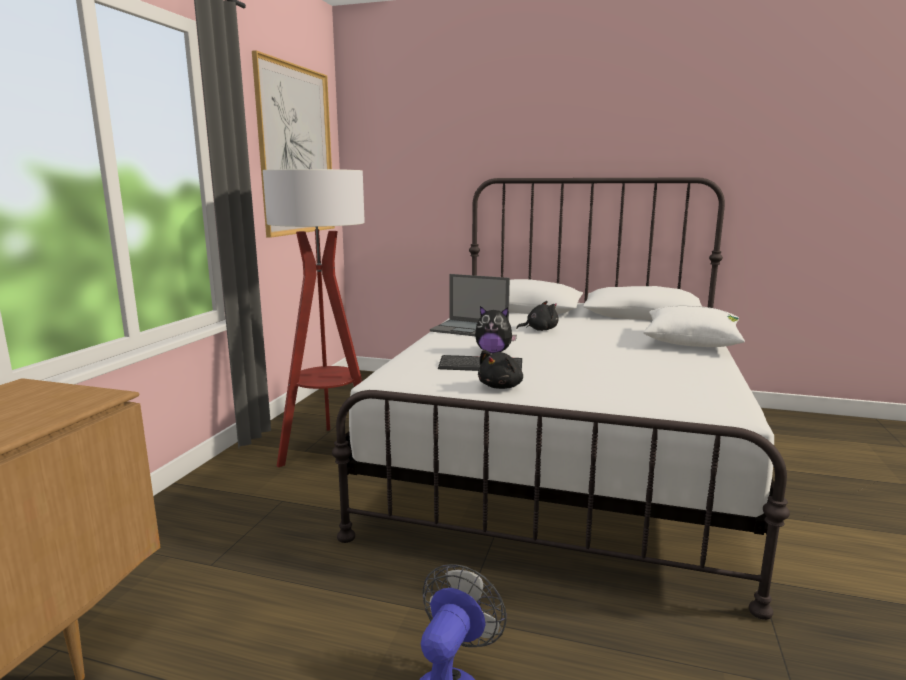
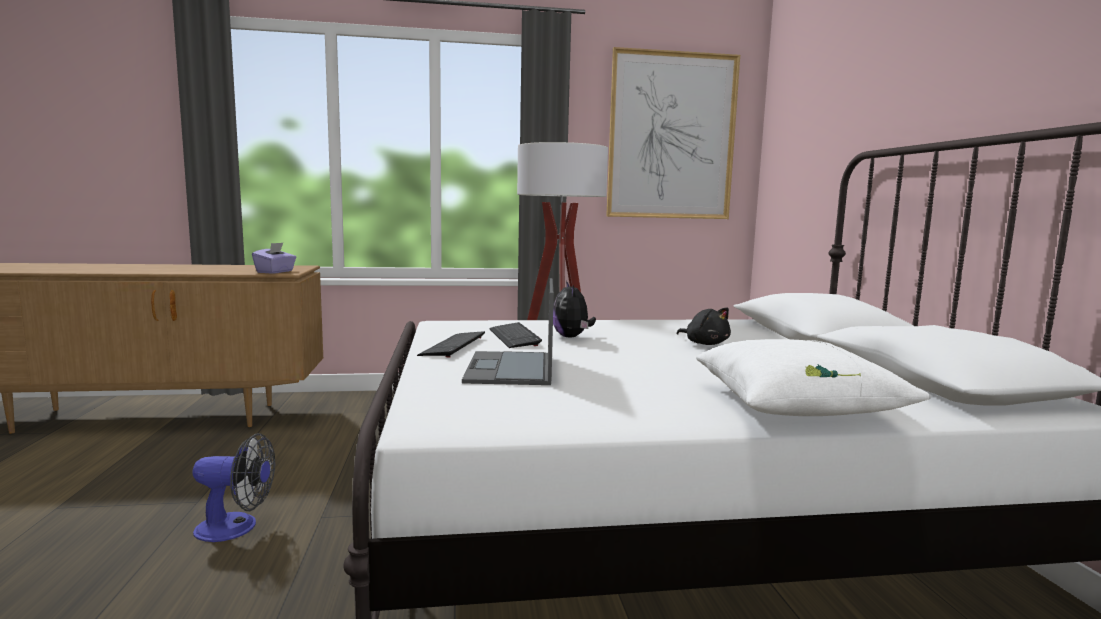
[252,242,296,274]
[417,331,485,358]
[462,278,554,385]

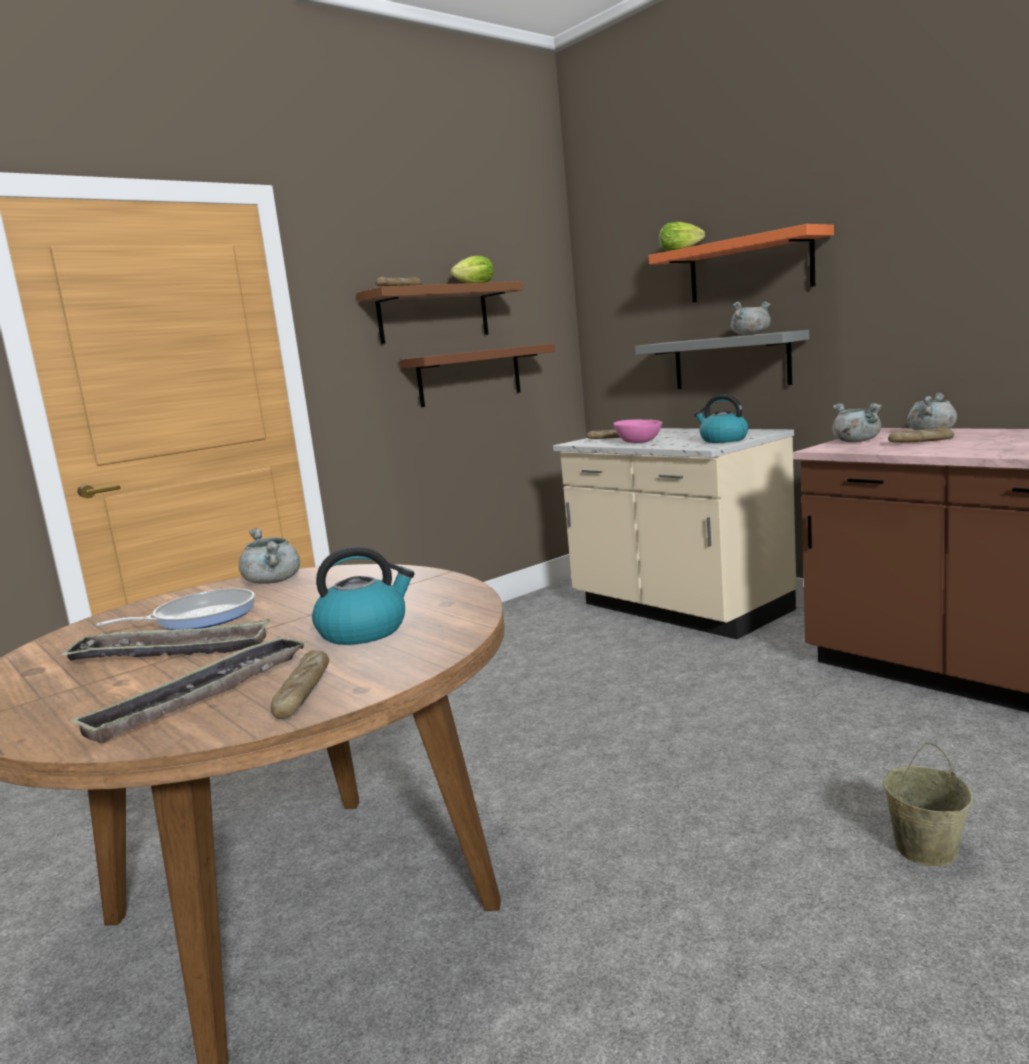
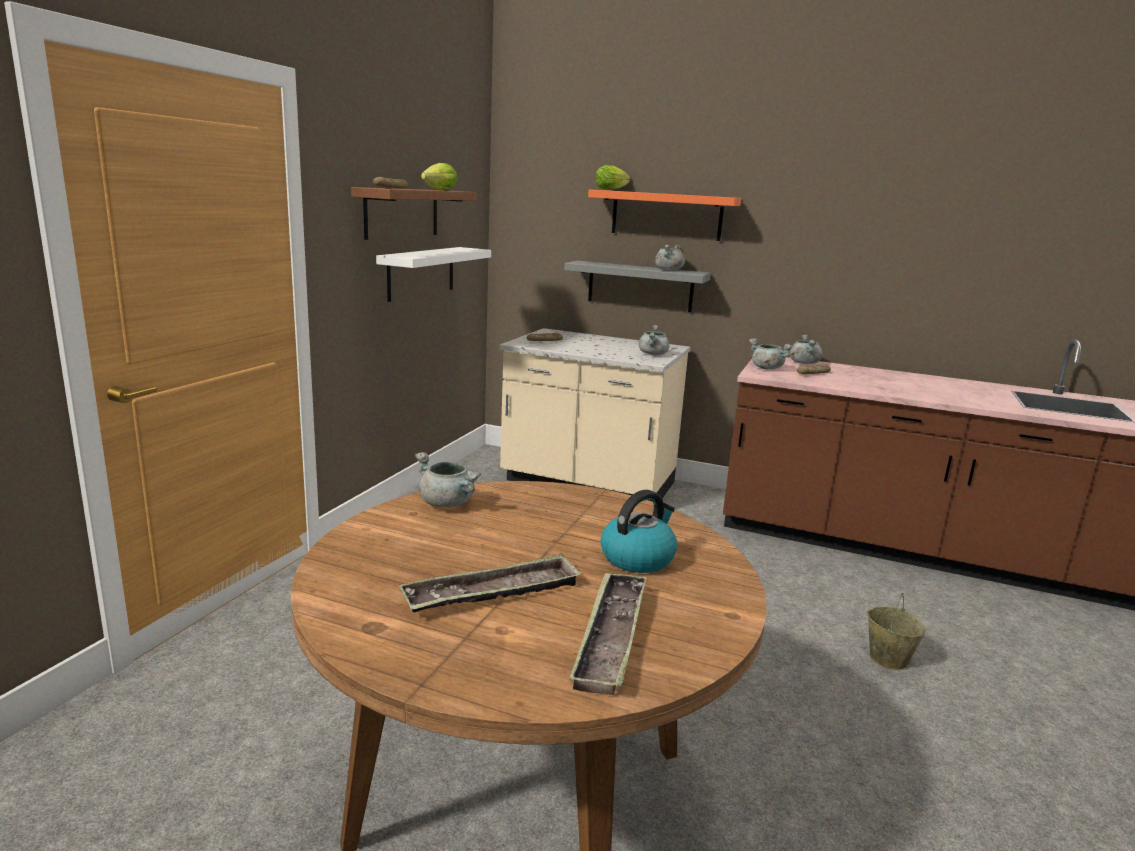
[376,247,491,302]
[639,325,670,355]
[96,588,255,630] (first image)
[271,650,329,719] (first image)
[613,419,662,443] (first image)

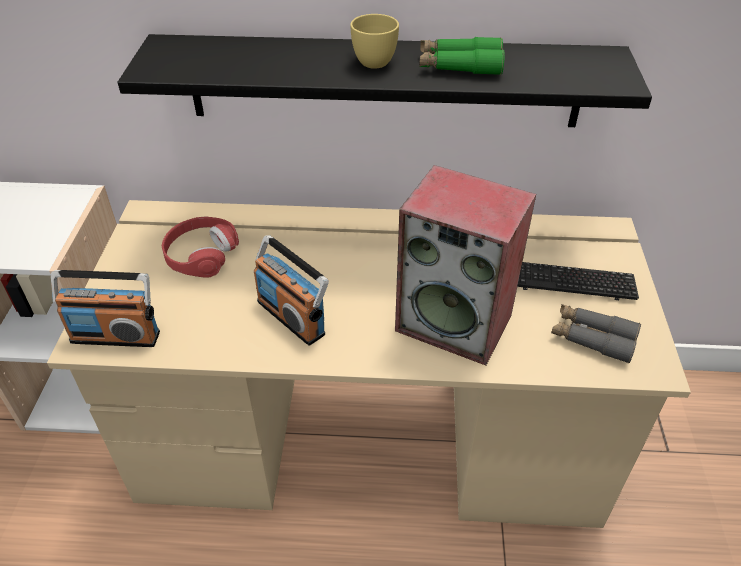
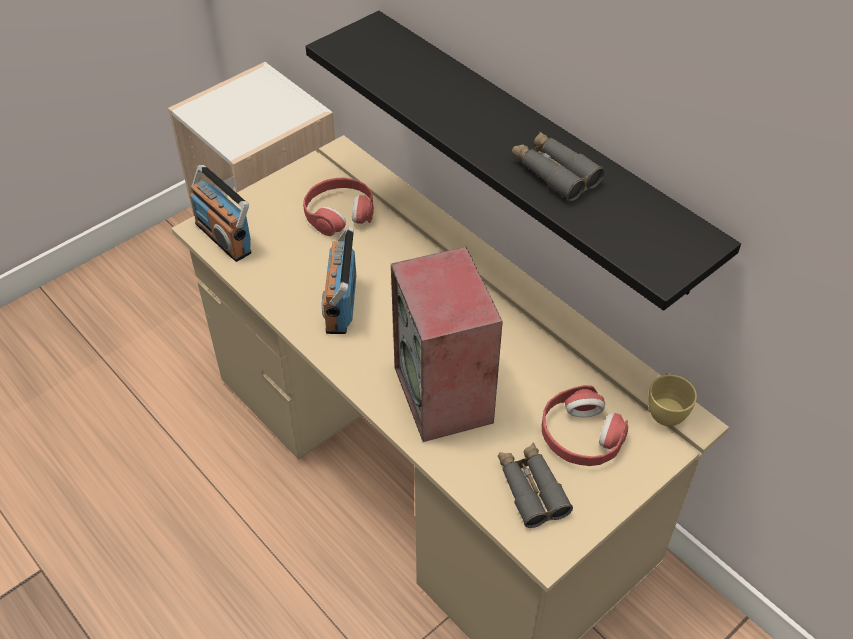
[512,132,604,201]
[542,385,628,466]
[648,372,697,426]

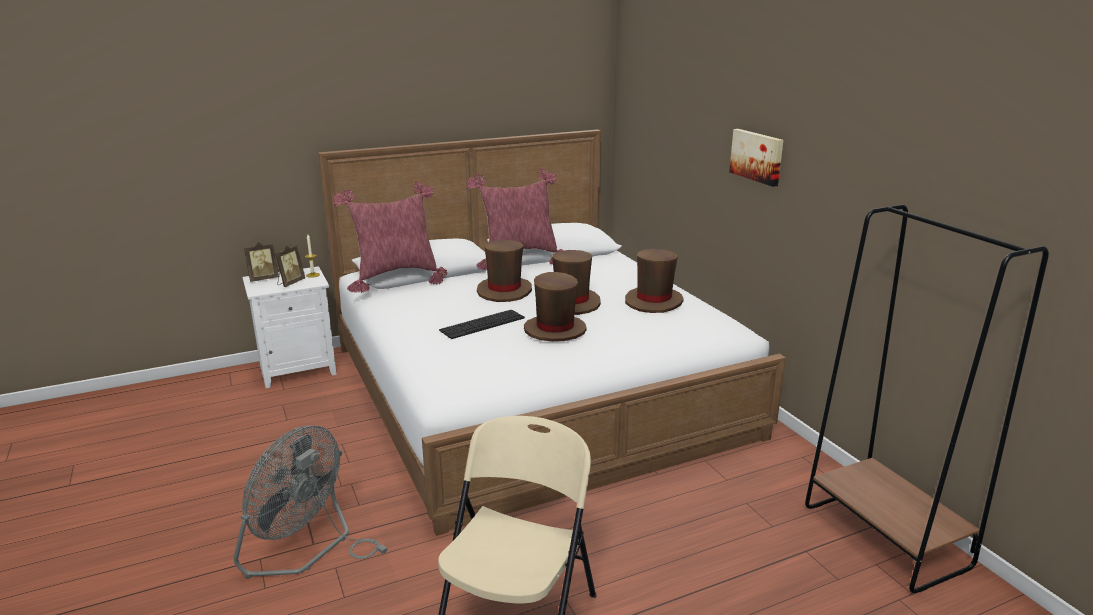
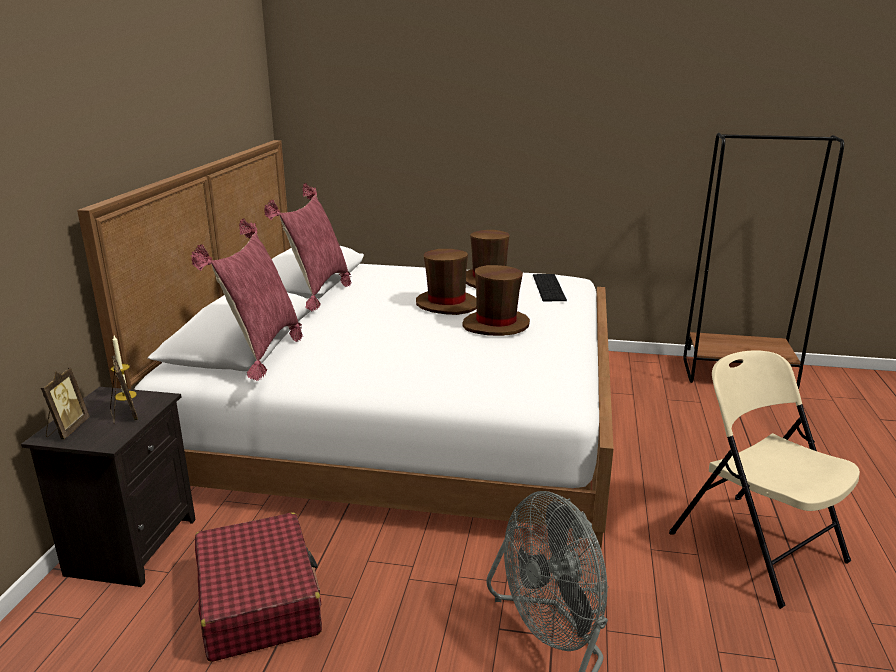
[21,387,196,587]
[195,512,322,662]
[533,274,567,301]
[477,240,532,302] (first image)
[729,129,783,187] (first image)

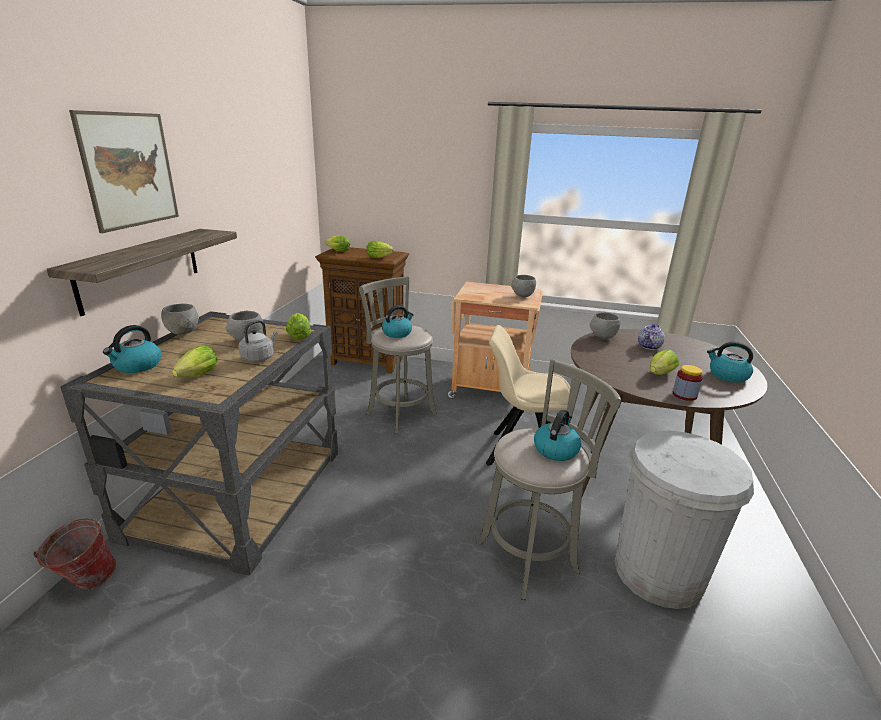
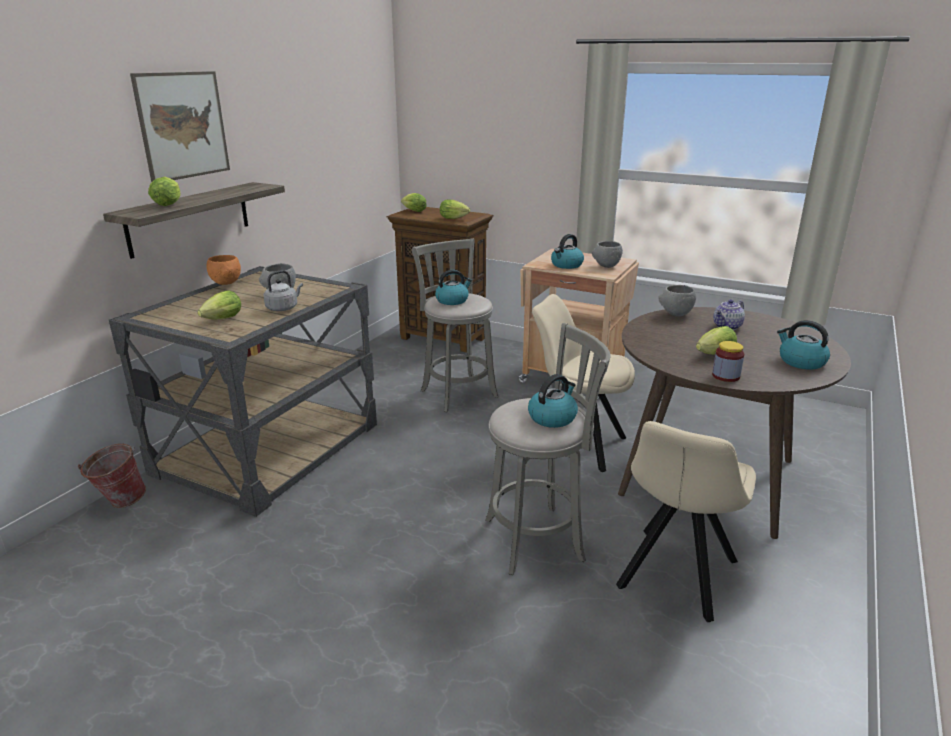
[148,177,181,206]
[206,255,241,285]
[551,234,584,269]
[616,421,756,622]

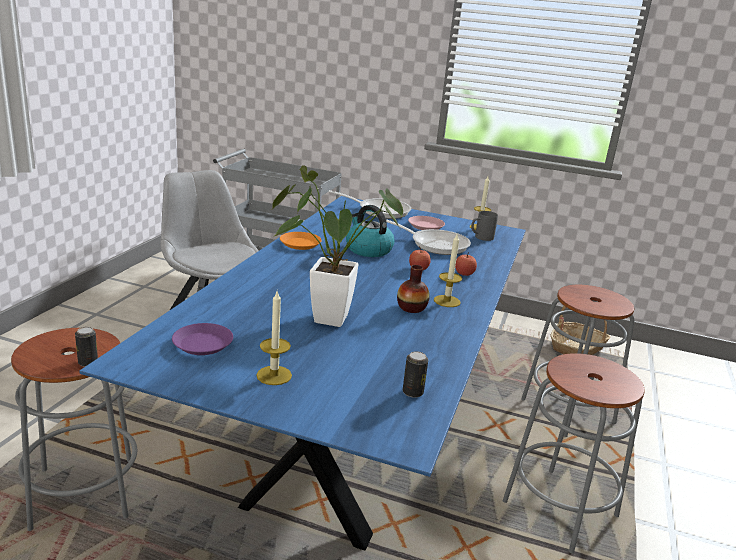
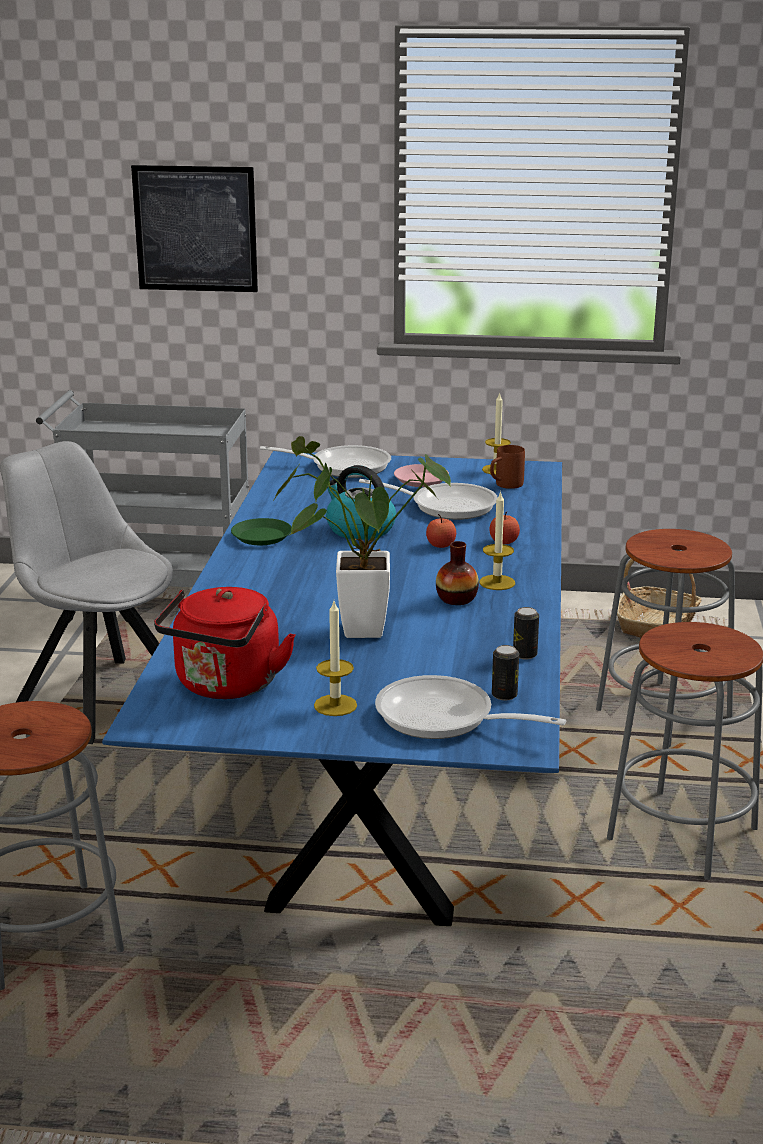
[131,165,258,292]
[154,587,295,699]
[231,518,292,545]
[375,675,566,739]
[490,445,525,489]
[513,607,539,659]

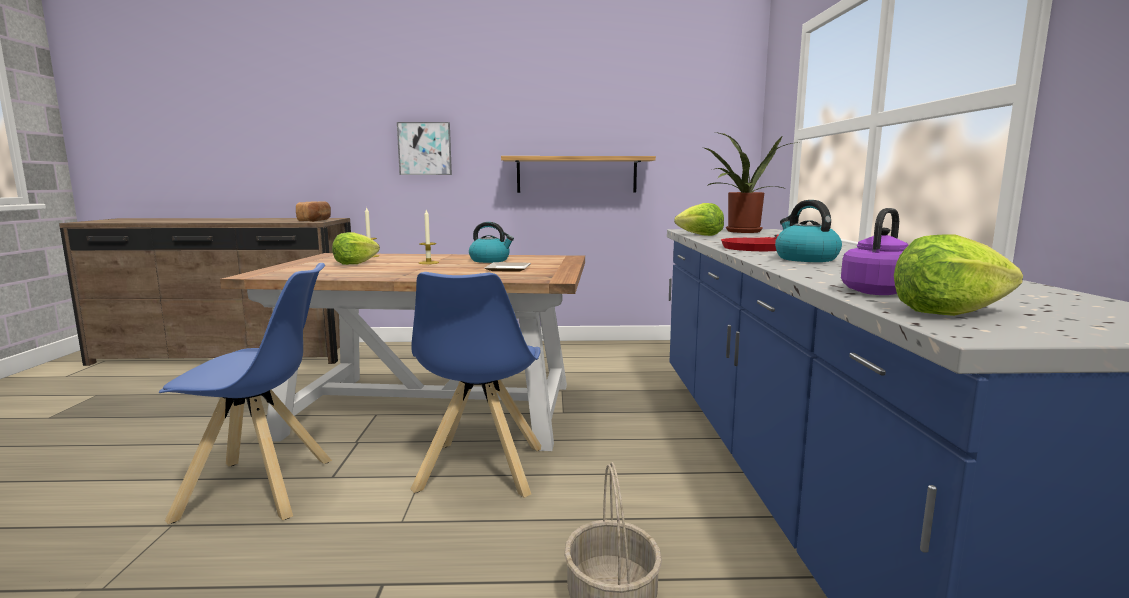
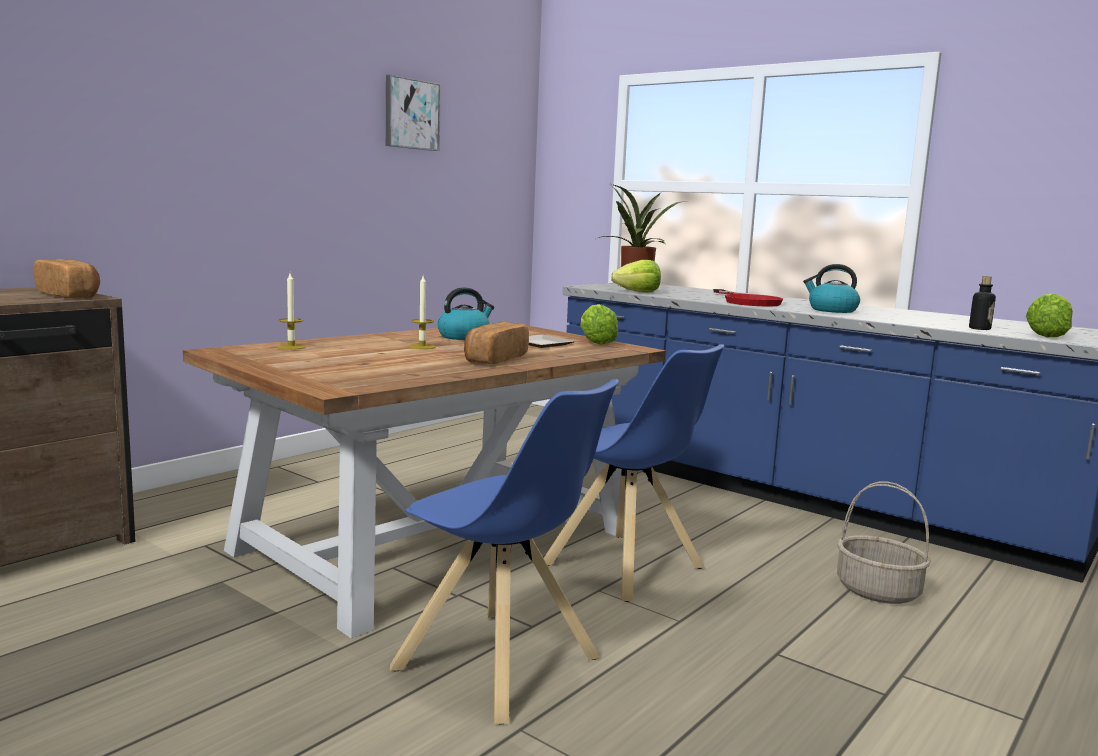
[386,75,441,151]
[390,379,619,724]
[464,322,529,364]
[580,304,618,345]
[969,276,996,330]
[501,156,656,193] (first image)

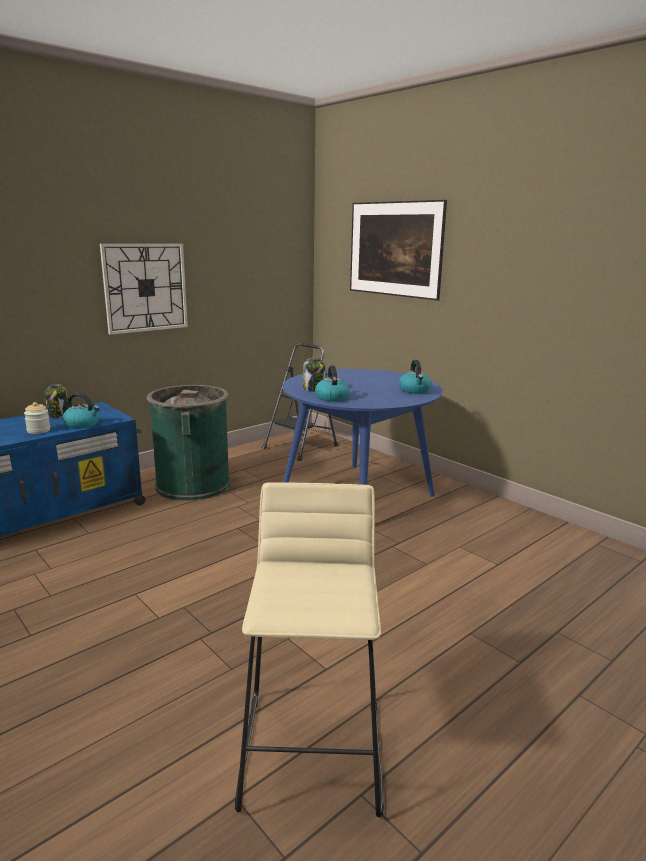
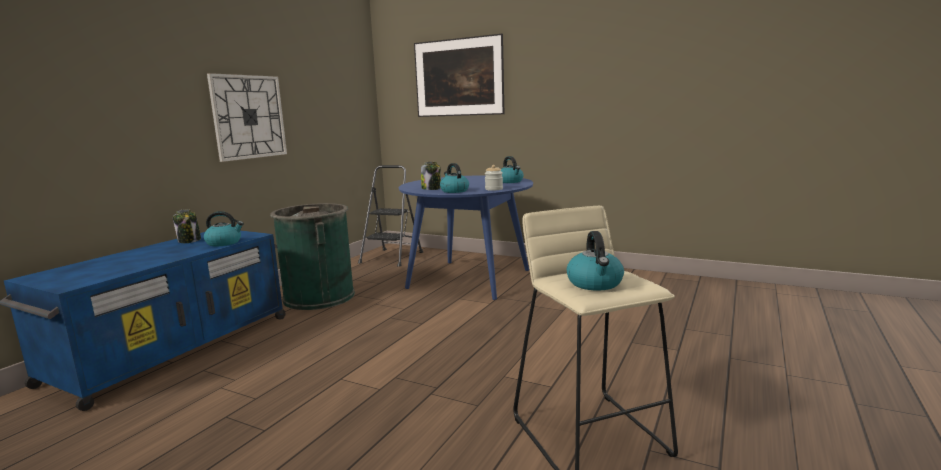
[485,165,503,191]
[567,231,624,290]

